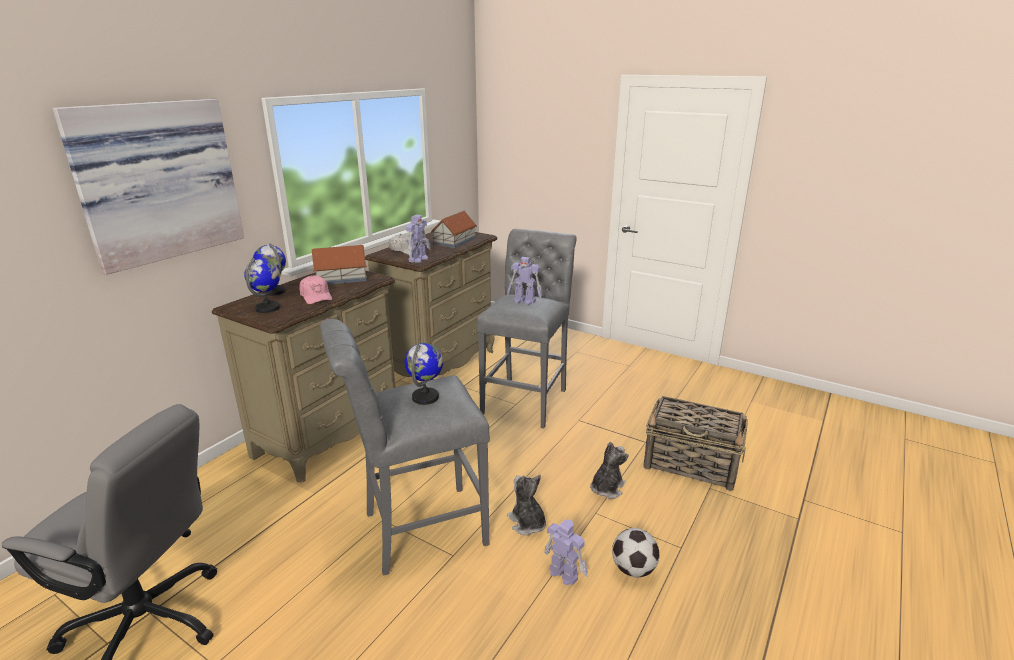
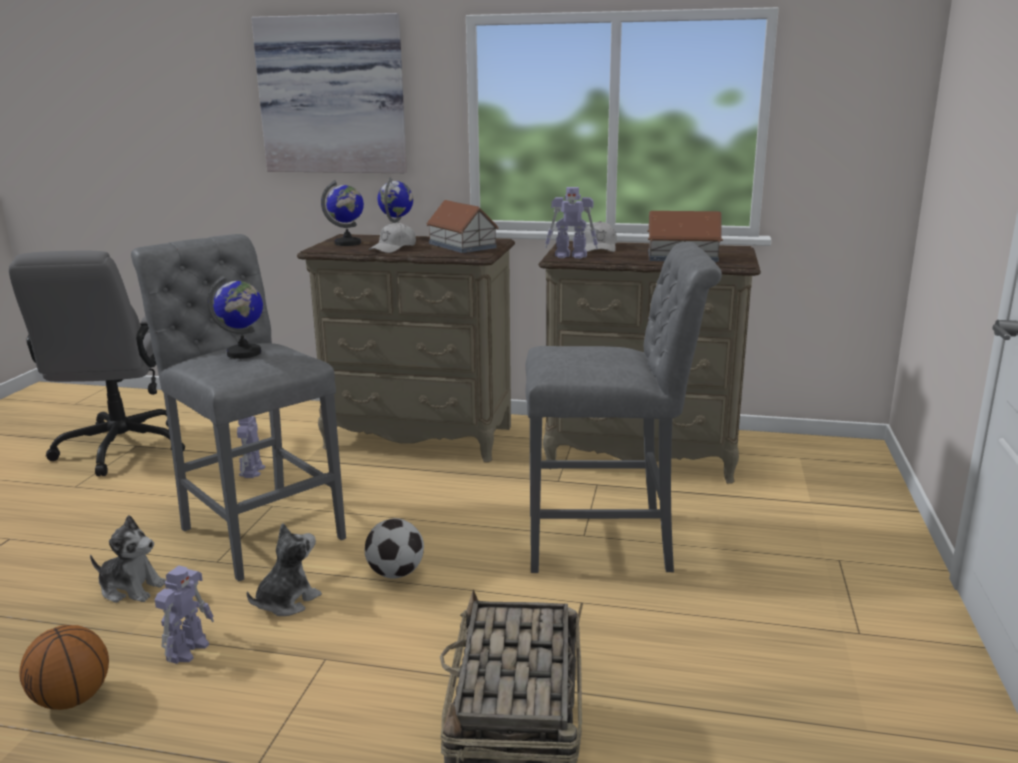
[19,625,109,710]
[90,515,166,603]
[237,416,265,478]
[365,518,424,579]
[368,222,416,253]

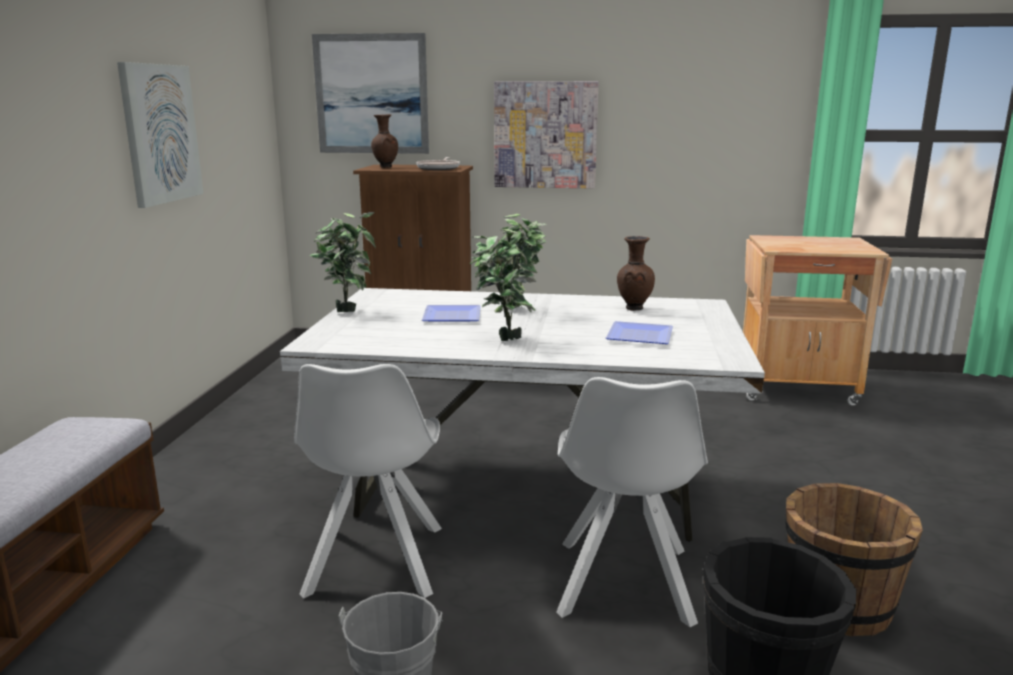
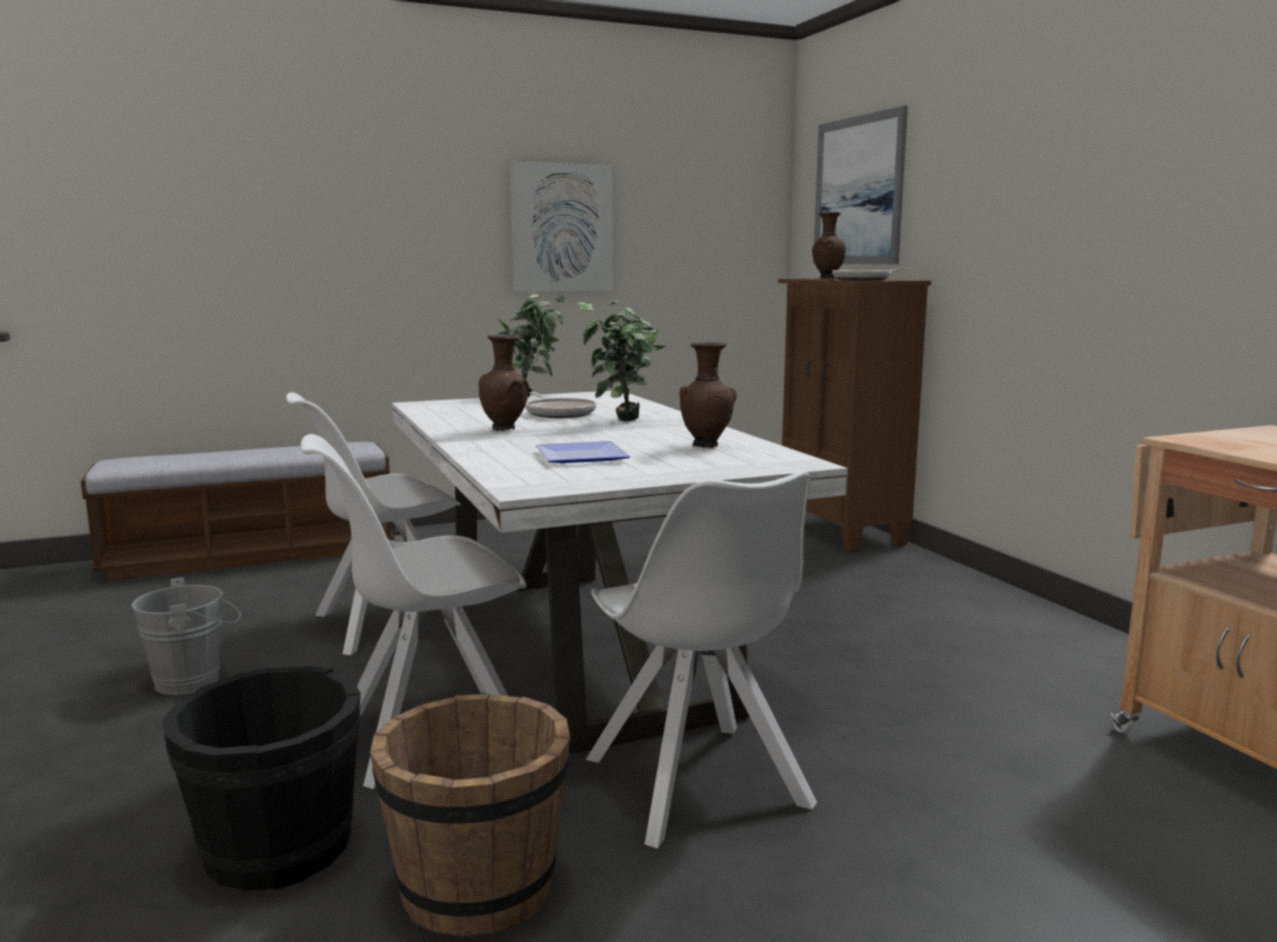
[479,334,529,431]
[525,392,597,418]
[586,471,817,848]
[494,81,599,189] (first image)

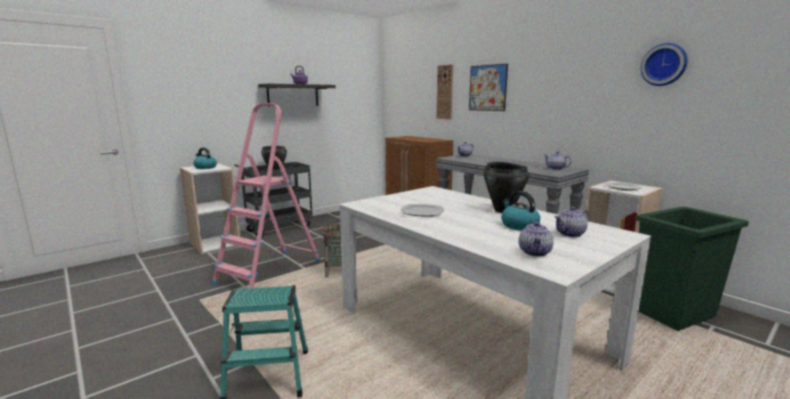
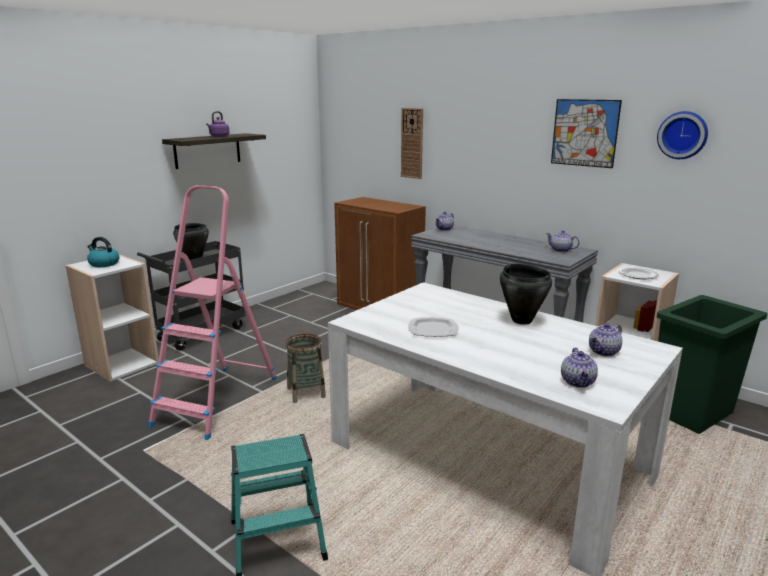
[551,99,622,168]
[501,191,540,230] (first image)

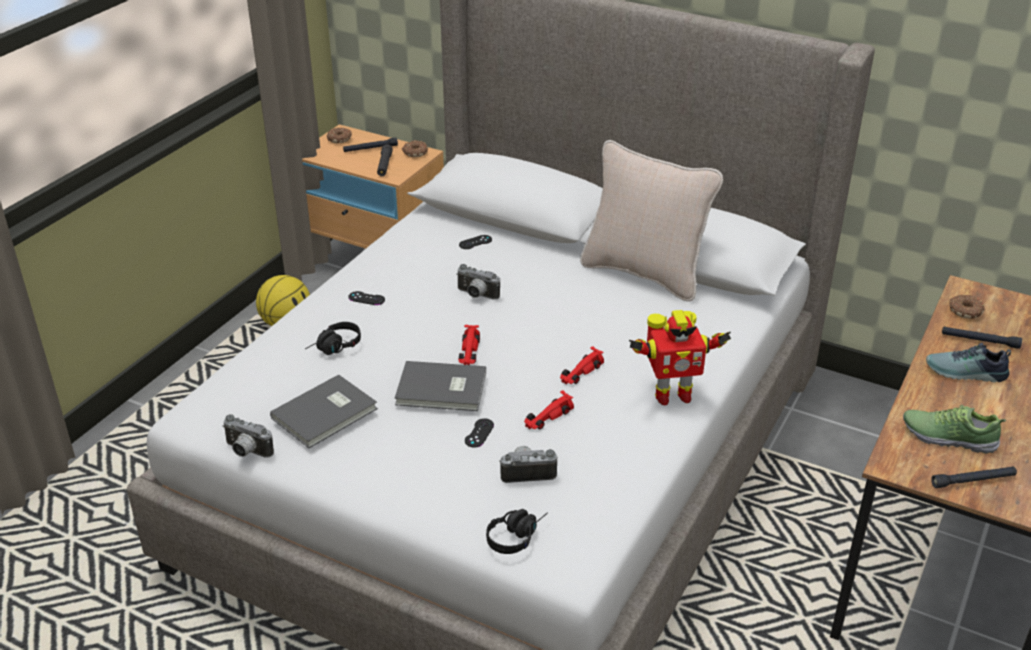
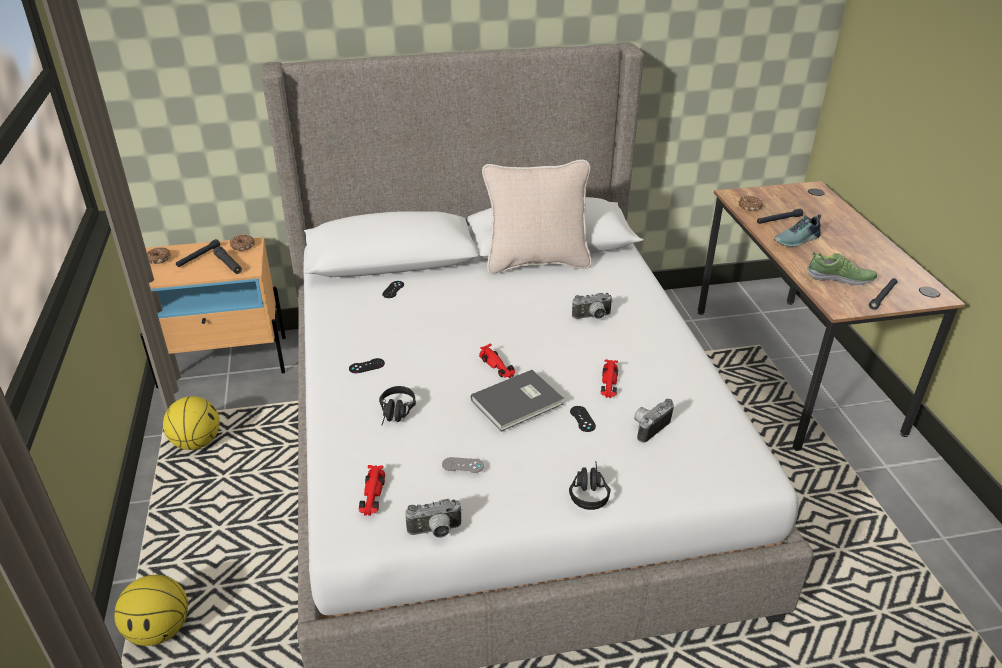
[114,575,188,646]
[359,465,385,516]
[442,457,484,473]
[569,461,611,510]
[572,293,613,319]
[807,252,877,286]
[629,310,731,405] (first image)

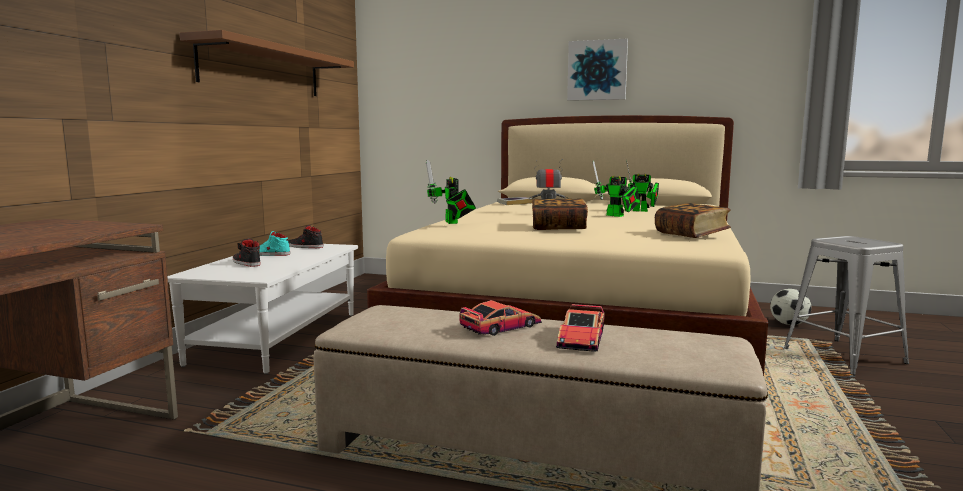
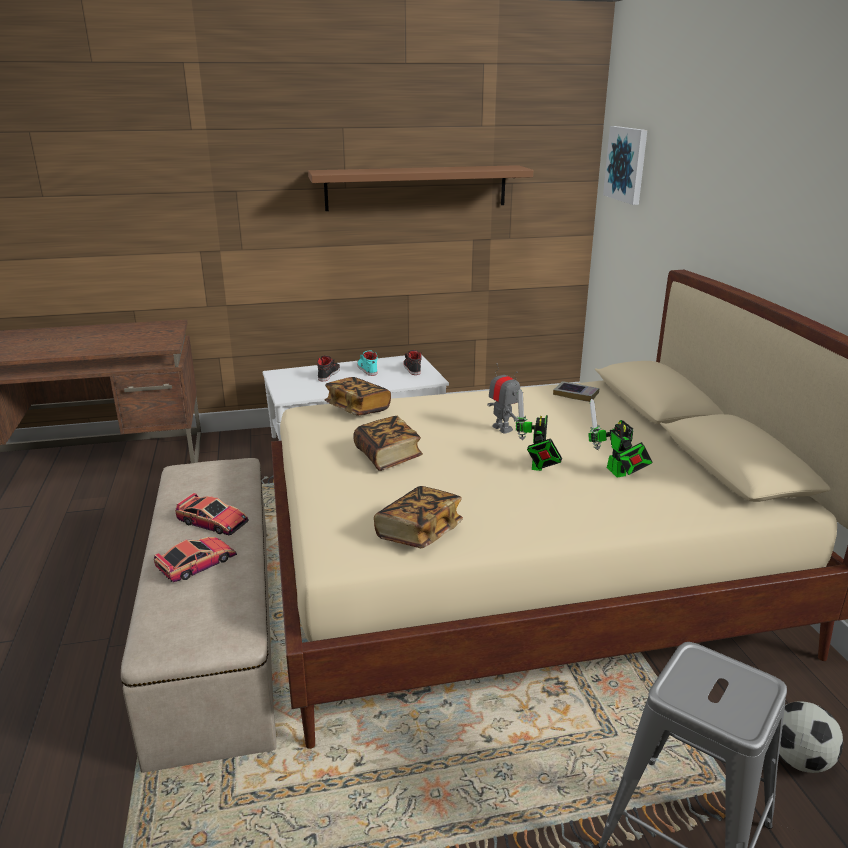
[154,537,237,582]
[325,377,391,416]
[603,126,647,205]

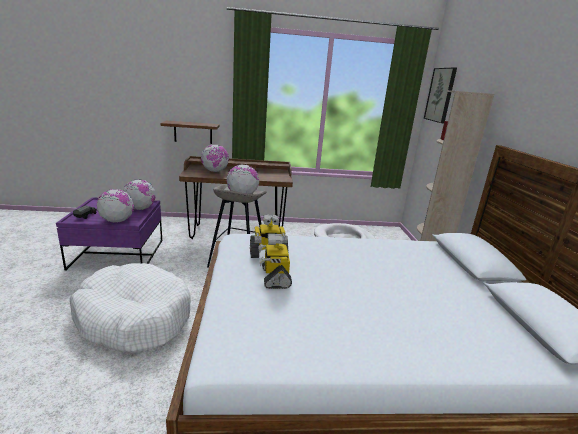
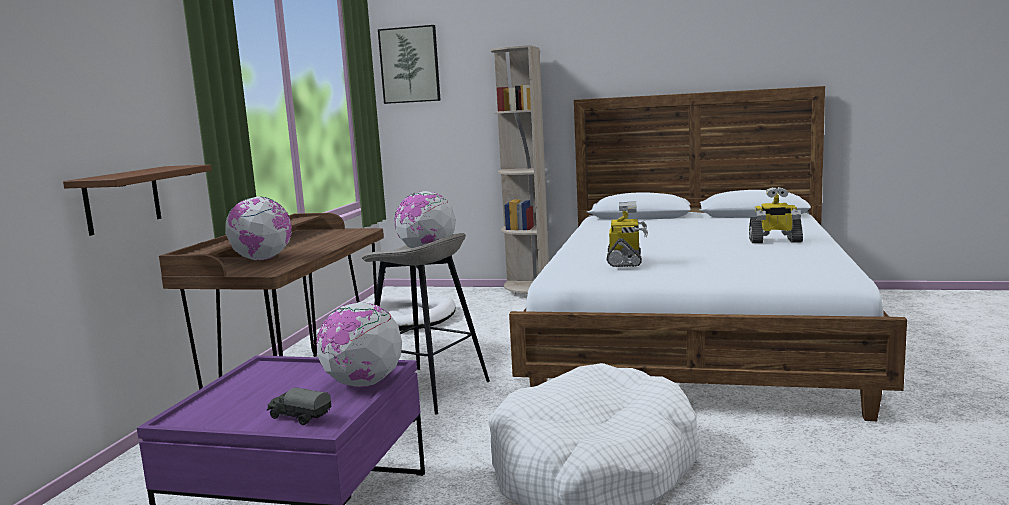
[749,187,803,243]
[123,179,156,210] (first image)

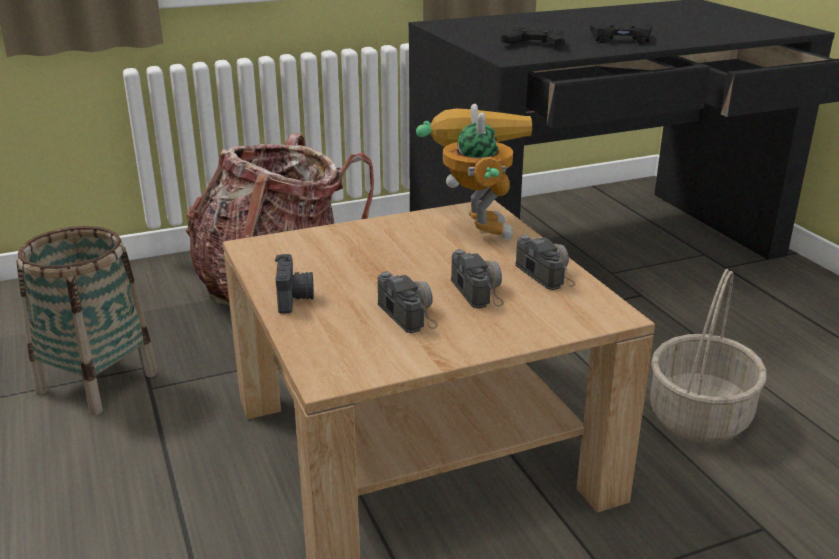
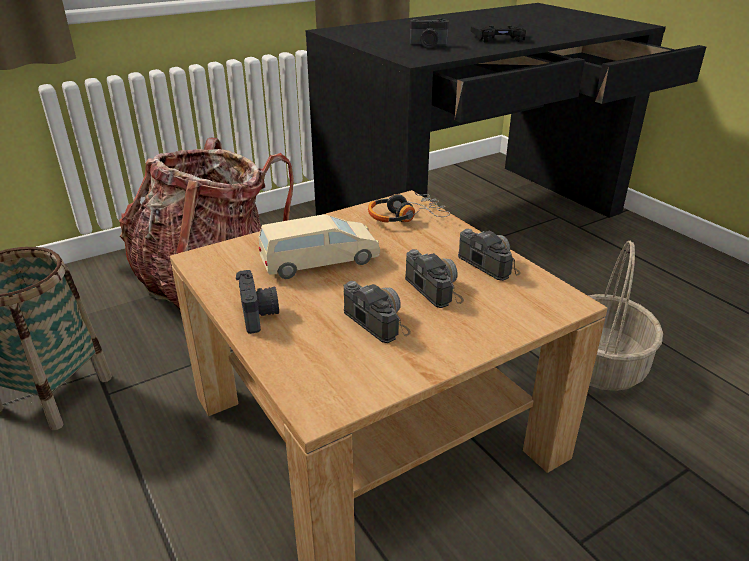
[259,214,380,279]
[368,191,450,223]
[410,18,449,49]

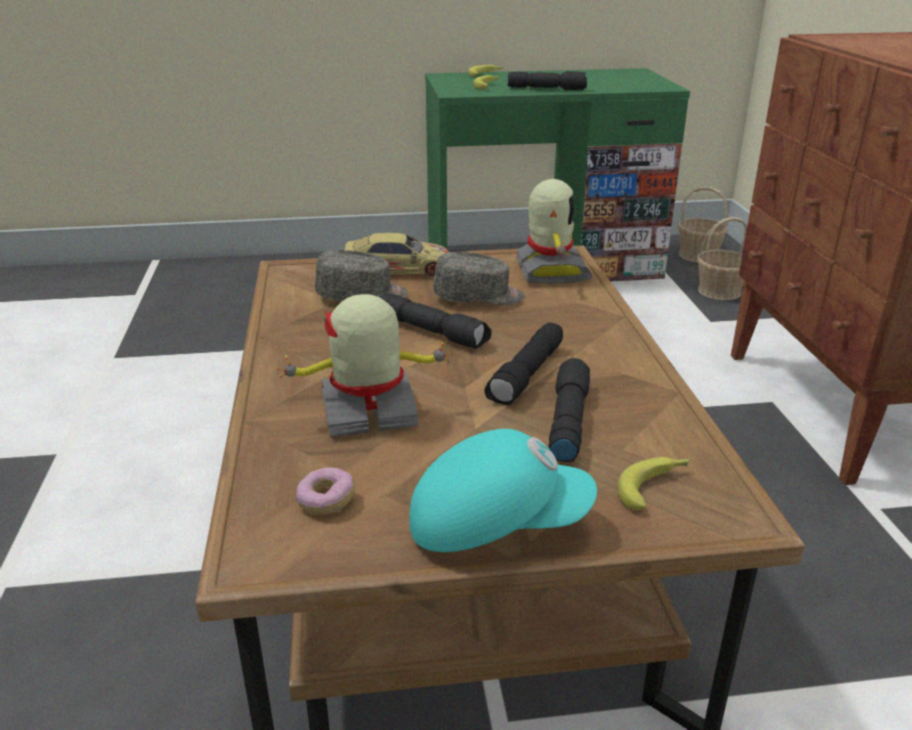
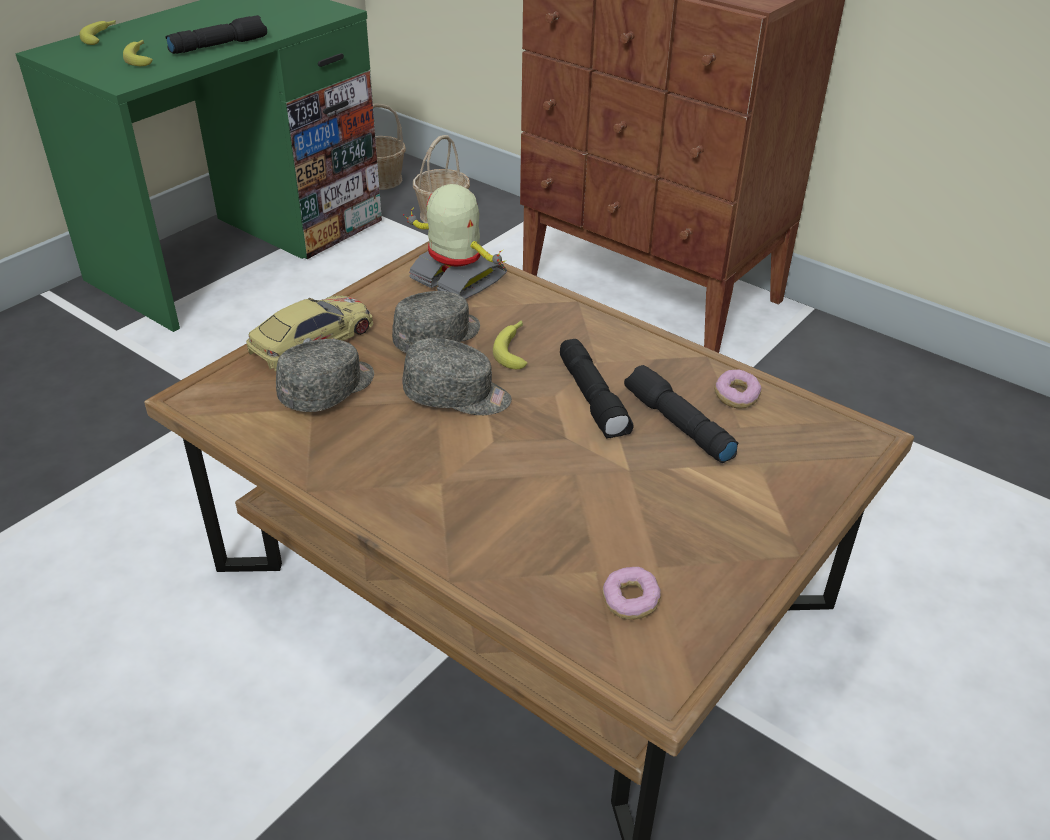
[403,338,512,415]
[493,320,528,369]
[714,369,762,409]
[275,294,454,437] (first image)
[409,429,597,552] (first image)

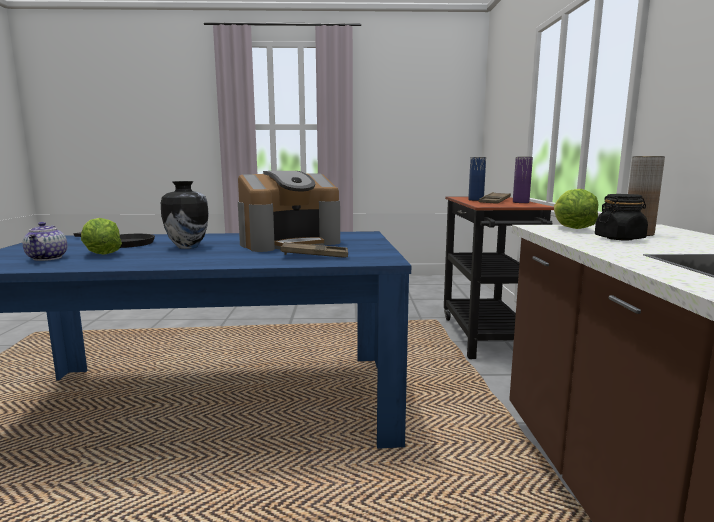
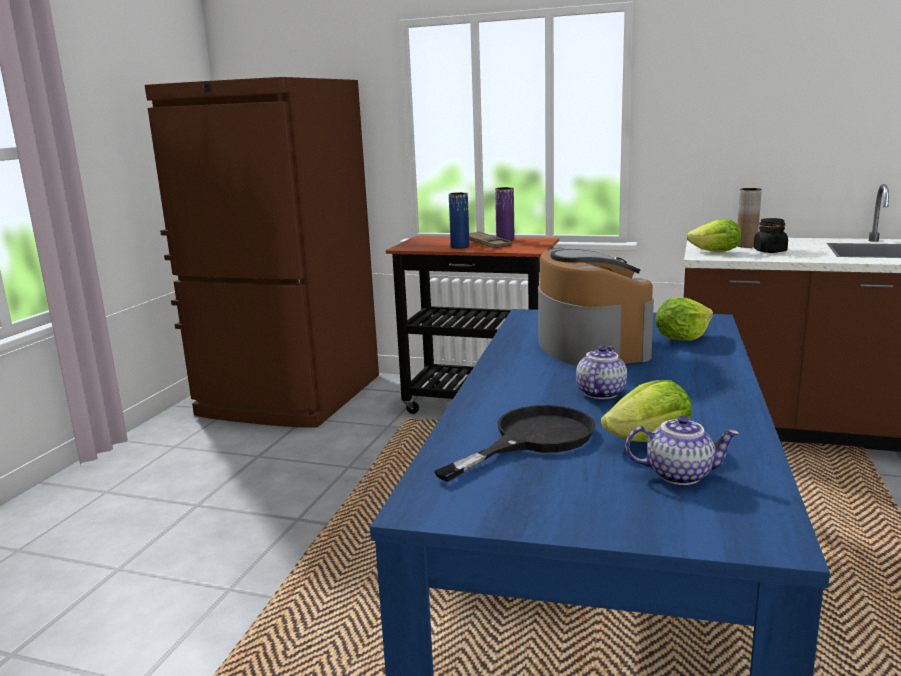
[145,77,379,428]
[576,346,627,399]
[655,297,713,341]

